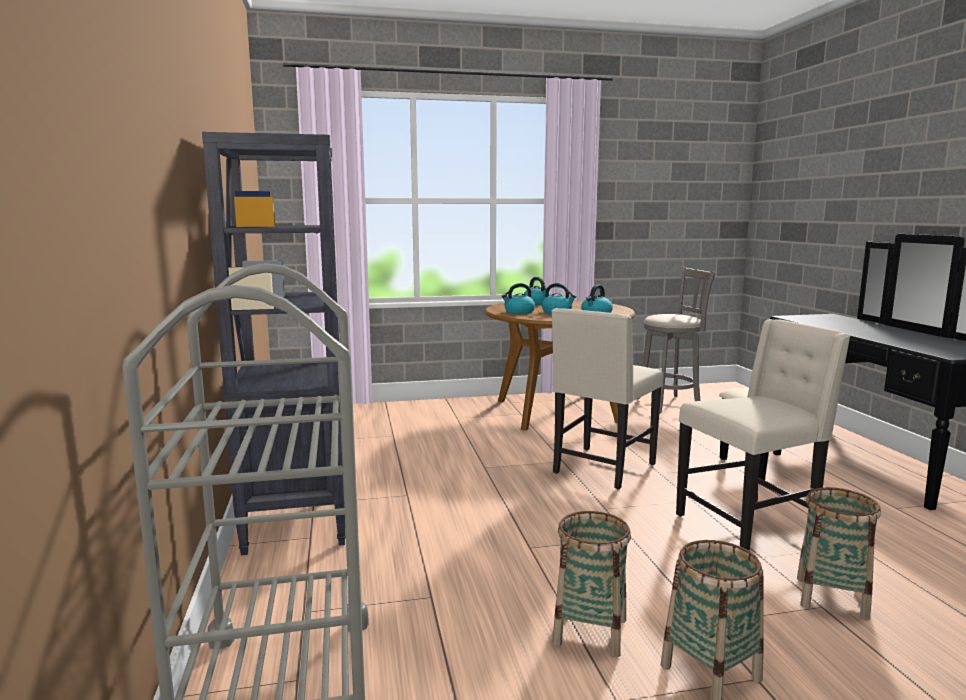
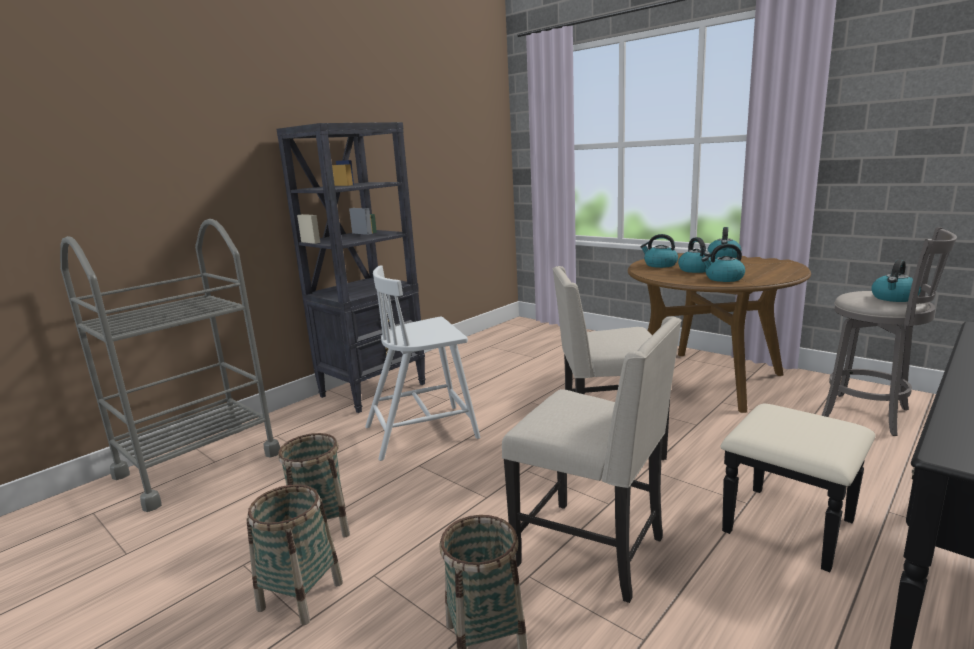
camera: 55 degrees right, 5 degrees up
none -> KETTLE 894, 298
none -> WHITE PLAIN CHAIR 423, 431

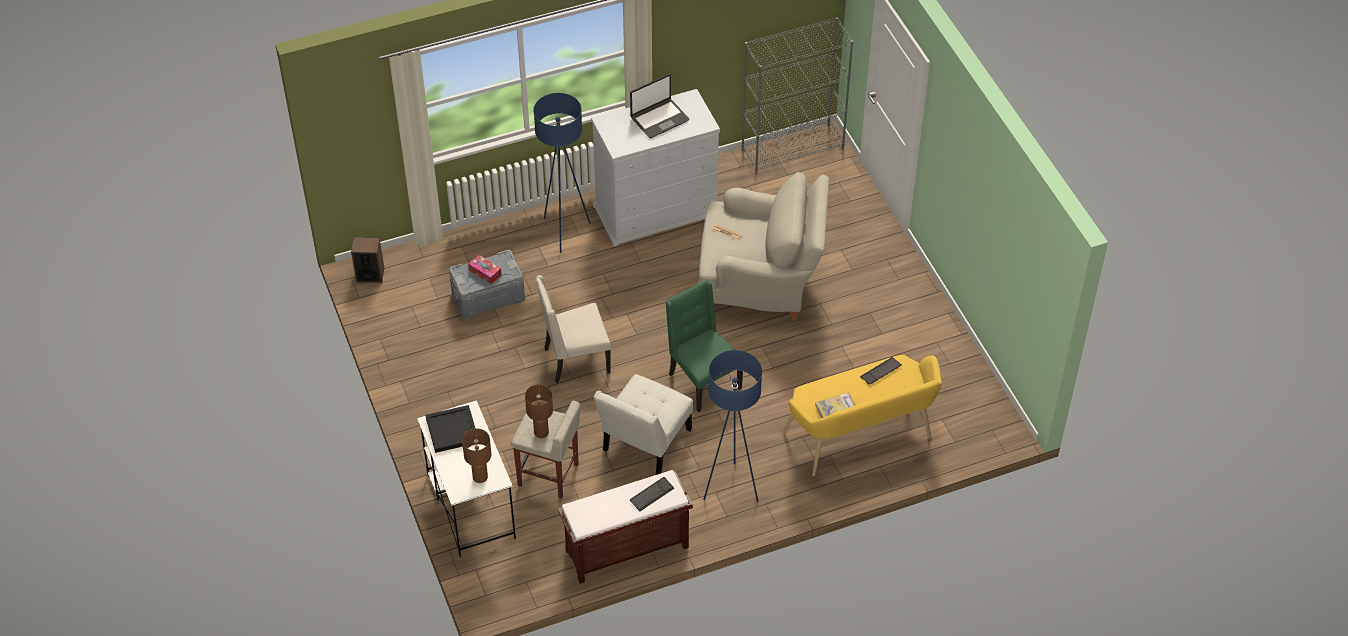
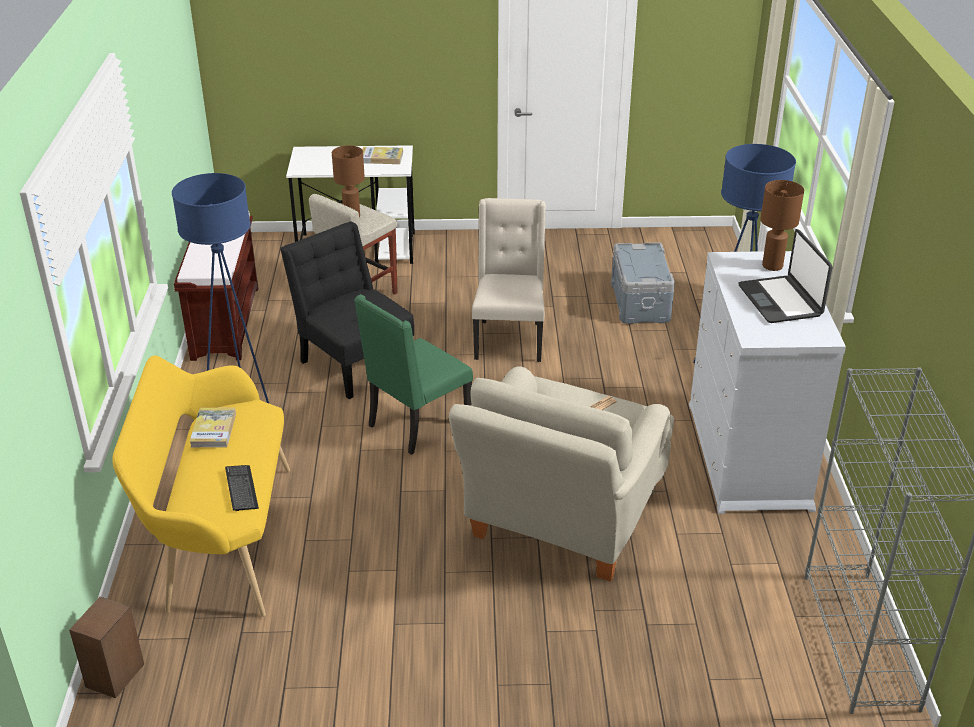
camera: 110 degrees right, 15 degrees down
AUDIO SPEAKER 370, 274 -> AUDIO SPEAKER 115, 675, relocated
TISSUE HOLDER 485, 272 -> none
GREEN-COLOURED PLAIN CHAIR 702, 381 -> GREEN-COLOURED PLAIN CHAIR 417, 425, 150 degrees clockwise
WHITE PLAIN CHAIR 644, 443 -> BLACK-COLOURED PLAIN CHAIR 354, 362
BLACK-COLOURED CARRYING TRAY 452, 431 -> BOUND BOOK 381, 158
BROWN TABLE LAMP 480, 477 -> BROWN TABLE LAMP 772, 266, relocated
PC KEYBOARD 651, 495 -> none

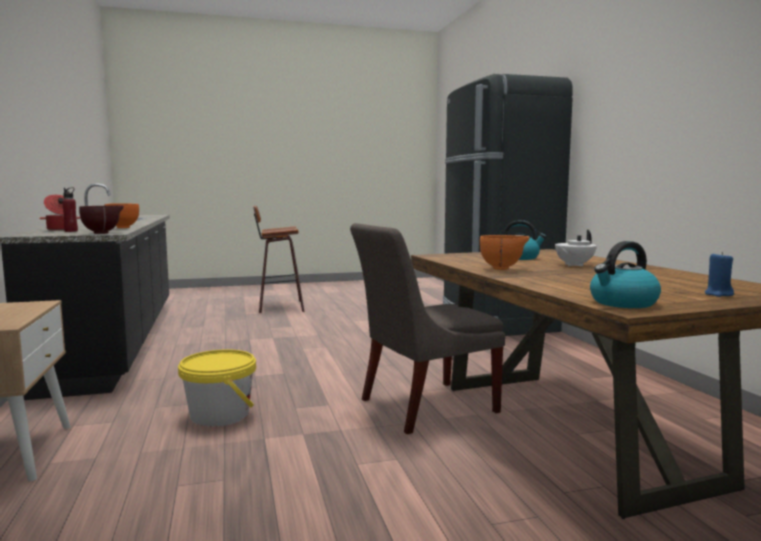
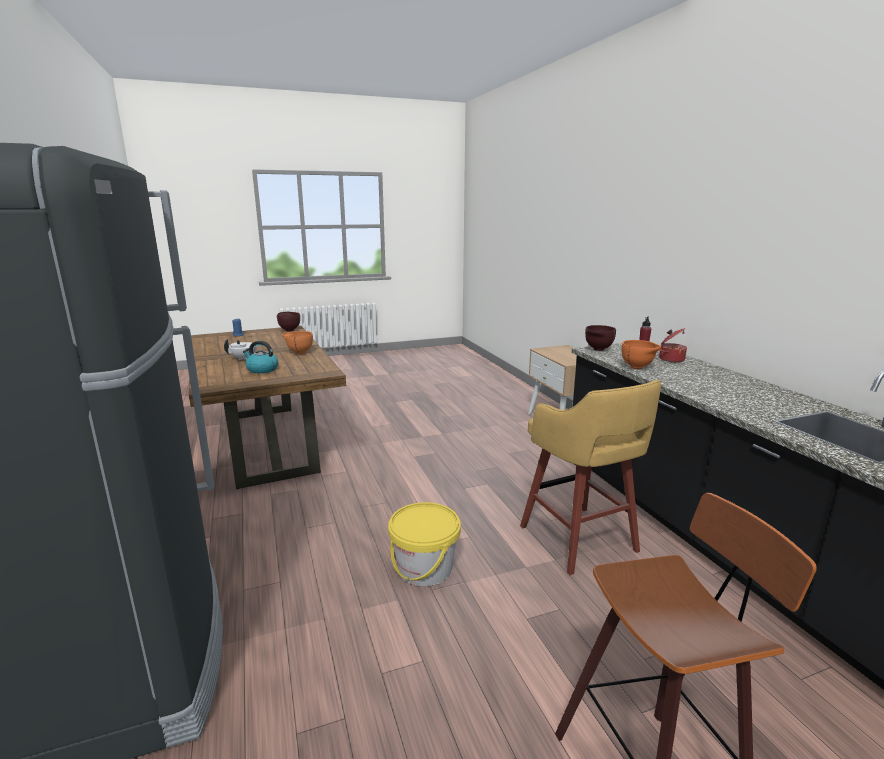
camera: 175 degrees right, 10 degrees up
GRAY PLAIN CHAIR 422, 406 -> none
KETTLE 622, 303 -> BROWN DEEP DISH 289, 330
YELLOW-COLOURED PAIL 220, 415 -> YELLOW-COLOURED PAIL 424, 568, relocated
none -> YELLOW-COLOURED STOOL SEAT 580, 541

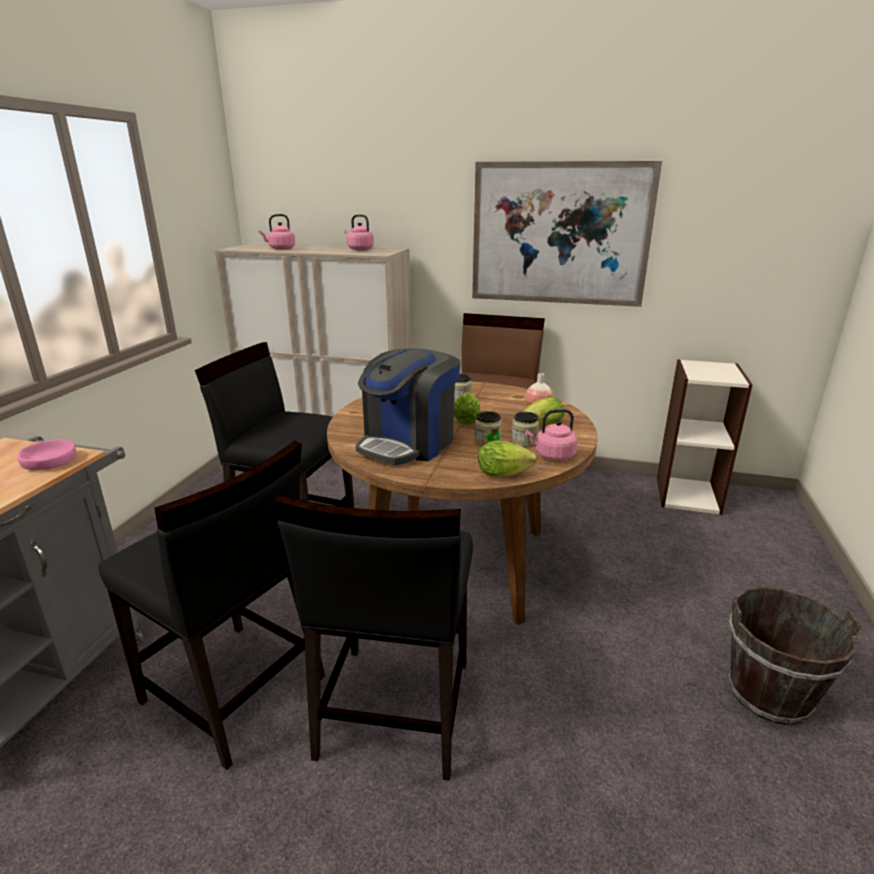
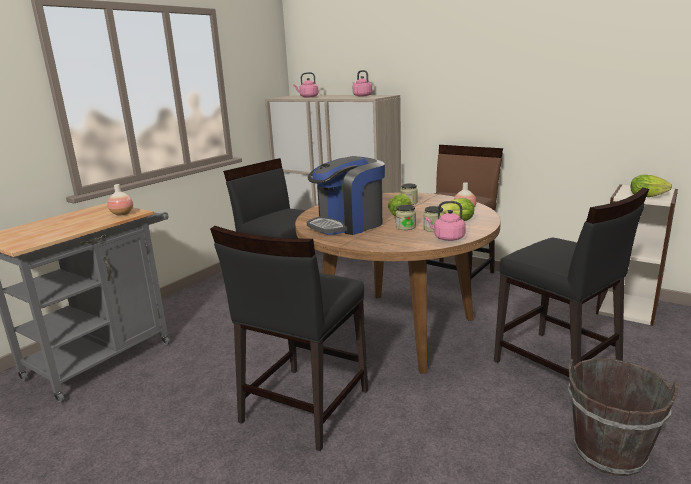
camera: 20 degrees right, 5 degrees down
WALL ART 559, 234 -> none
PINKISH DEEP DISH 49, 461 -> DECORATIVE VASE 122, 214
BLACK-COLOURED PLAIN CHAIR 234, 691 -> BLACK-COLOURED PLAIN CHAIR 557, 365, relocated
HEAD OF LETTUCE 506, 474 -> HEAD OF LETTUCE 649, 196, relocated

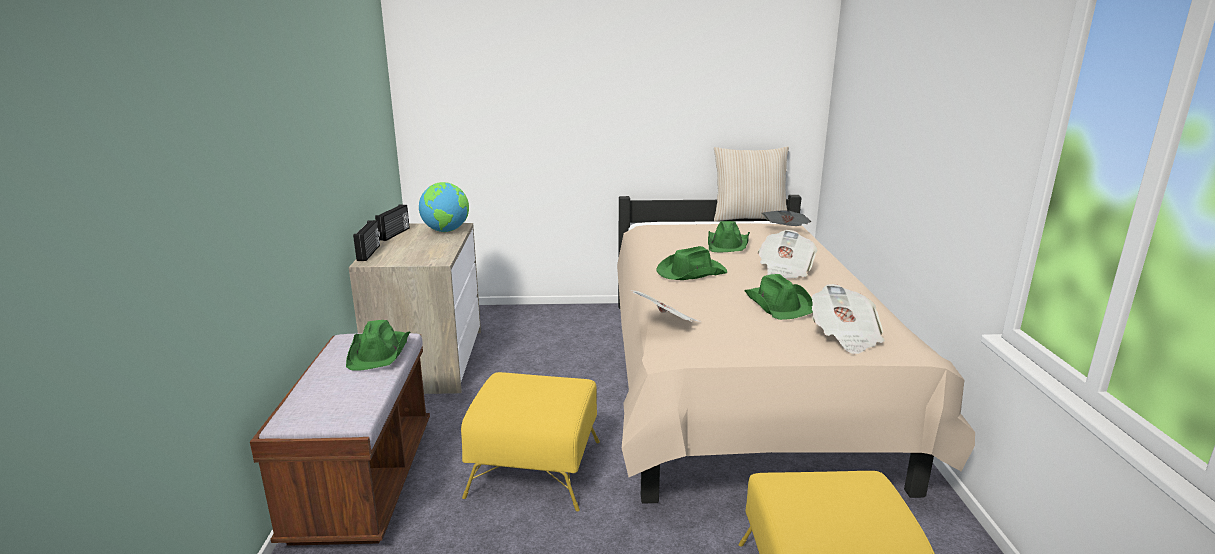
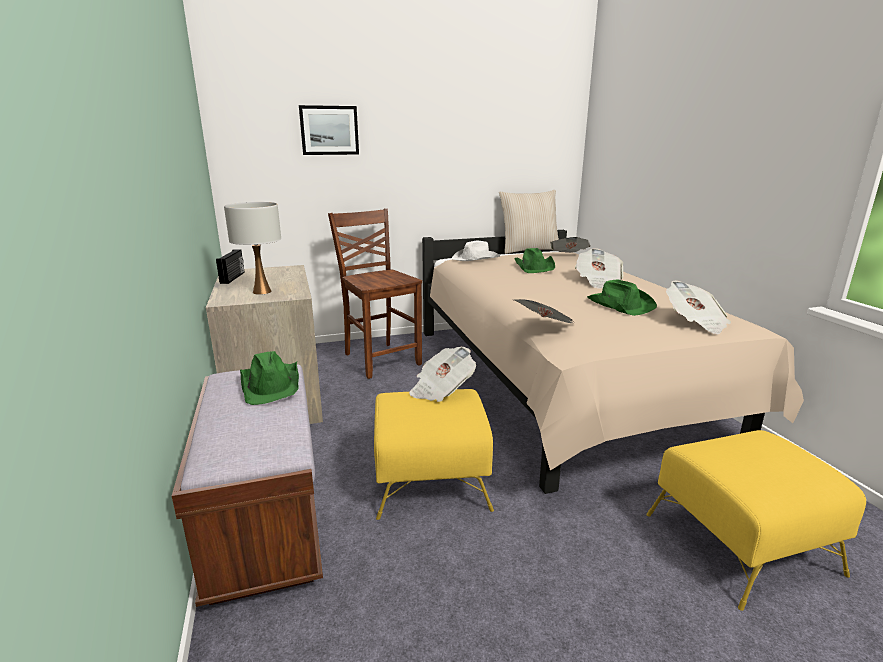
camera: 15 degrees left, 0 degrees up
WORLD GLOBE 446, 231 -> none
RADIO 369, 253 -> none
GREEN-COLOURED CLOTHING HAT 690, 272 -> none
none -> WALL ART 329, 130
none -> WHITE TABLE LAMP 262, 292
none -> BROWN PLAIN CHAIR 380, 359
none -> WHITE CLOTHING HAT 476, 258
none -> DAILY PAPER 441, 390

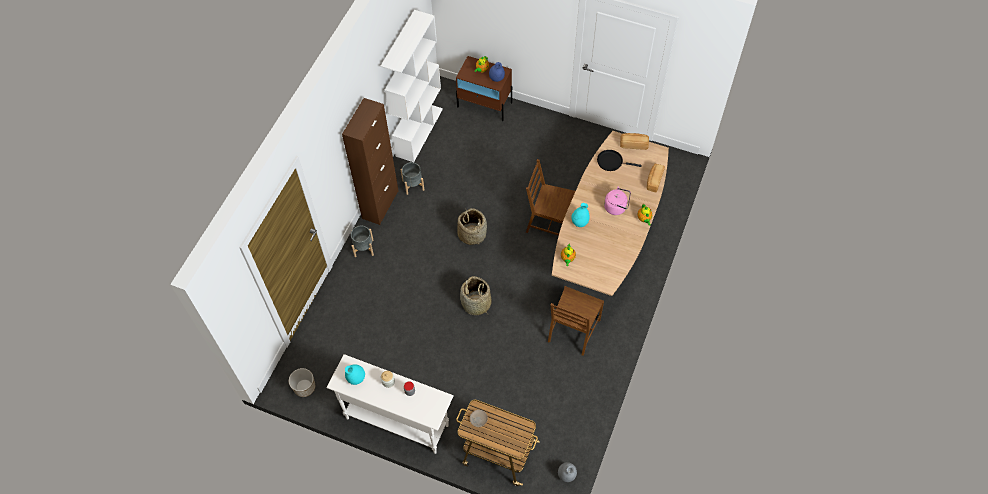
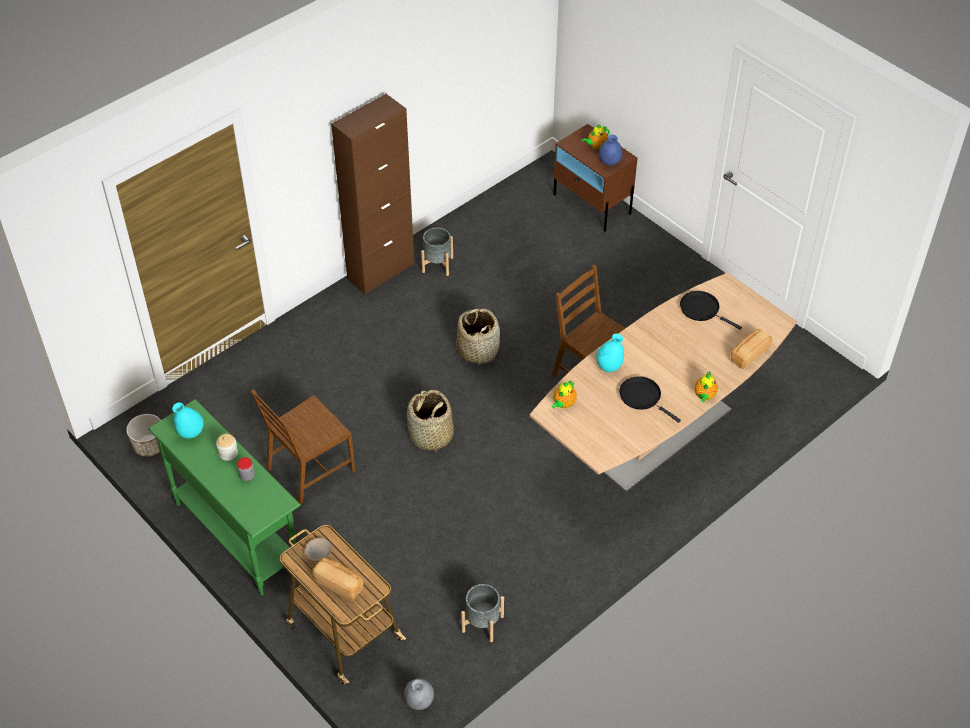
camera: 25 degrees right, 10 degrees down
WHITE BOOKSHELF 419, 132 -> none
BAKED BREAD 633, 144 -> BAKED BREAD 339, 584, relocated
PINKISH KETTLE 616, 207 -> none
GRAY FLOWER POT 364, 248 -> GRAY FLOWER POT 483, 623, relocated
BROWN PLAIN CHAIR 573, 331 -> BROWN PLAIN CHAIR 310, 470, relocated
WHITE HALL TABLE 397, 421 -> GREEN-COLOURED HALL TABLE 237, 534
none -> BLACK-COLOURED PAN 642, 397

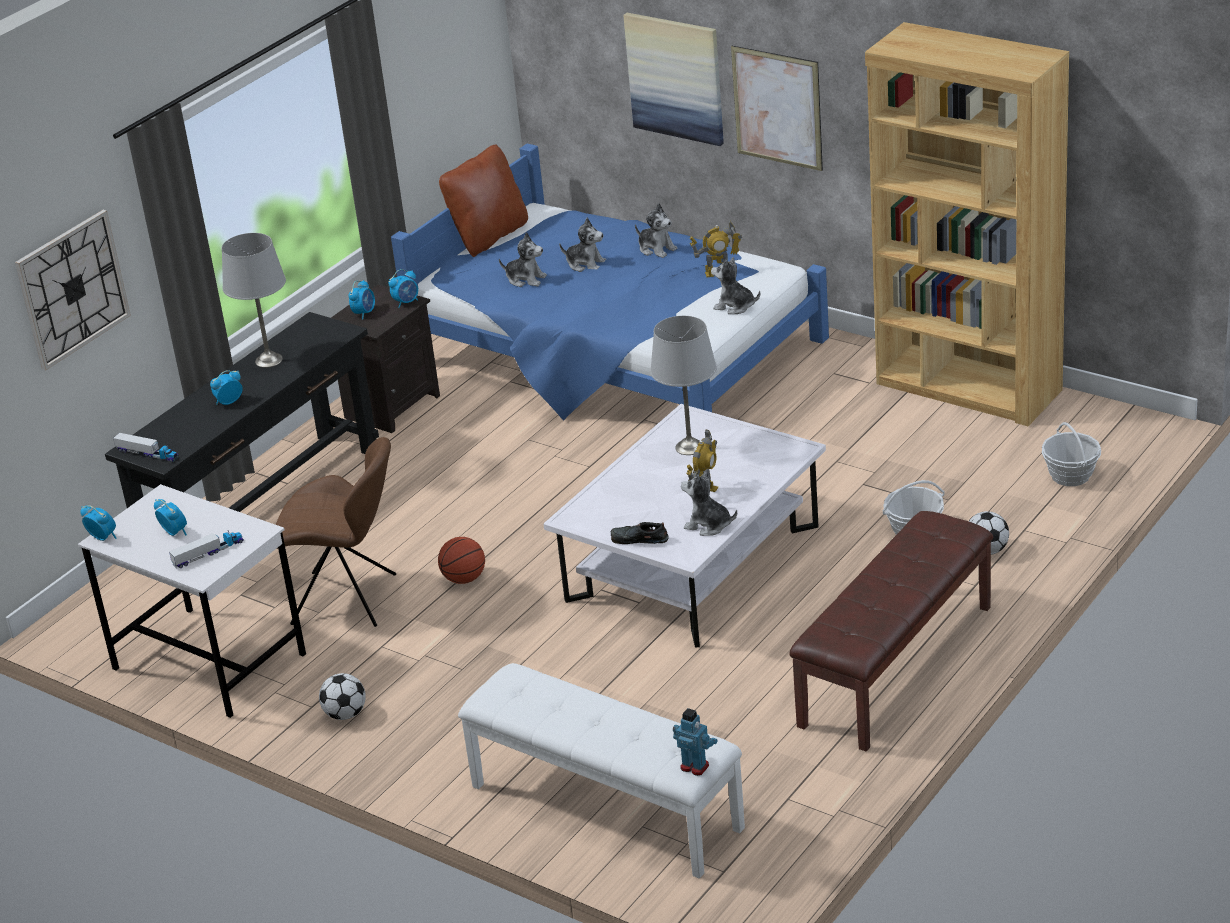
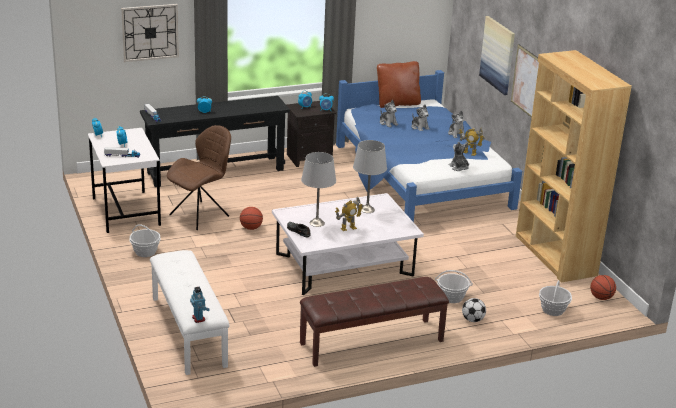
camera: 30 degrees right, 5 degrees down
GRAY TABLE LAMP 268, 360 -> GRAY TABLE LAMP 316, 223, relocated
BROWN PLAIN CHAIR 348, 600 -> BROWN PLAIN CHAIR 201, 215, 90 degrees counterclockwise
SOFT TOY 708, 525 -> none
FOOTBALL BALL 345, 714 -> STORAGE BASKET 145, 252
none -> BALL FOR BASKETBALL 601, 298

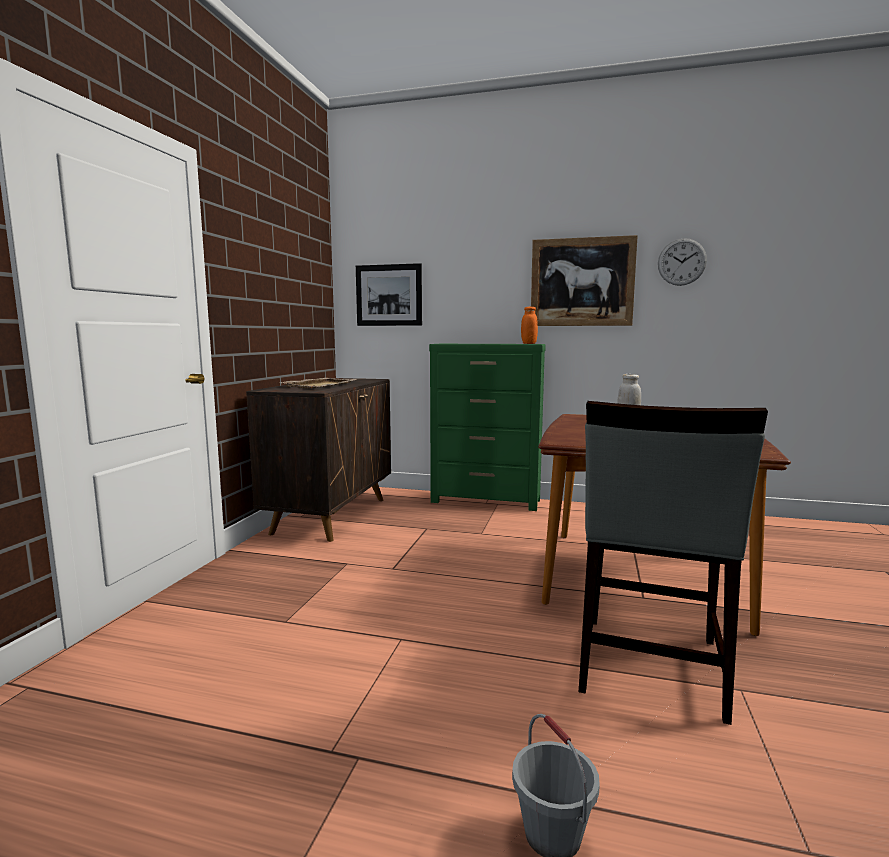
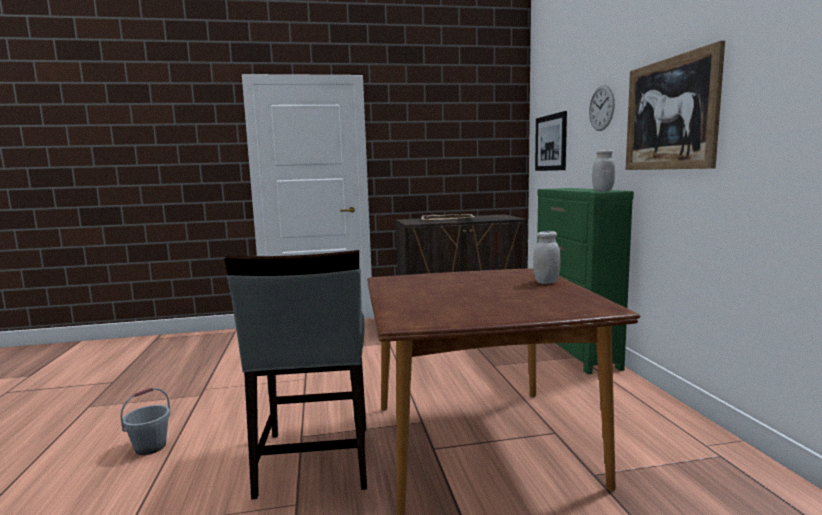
camera: 65 degrees right, 0 degrees up
WALL CLOCK 681, 262 -> WALL CLOCK 601, 108, relocated
ORANGEY JAR 528, 343 -> WHITE JAR 602, 190
GRAY PLAIN CHAIR 649, 665 -> GRAY PLAIN CHAIR 314, 460, 90 degrees counterclockwise

